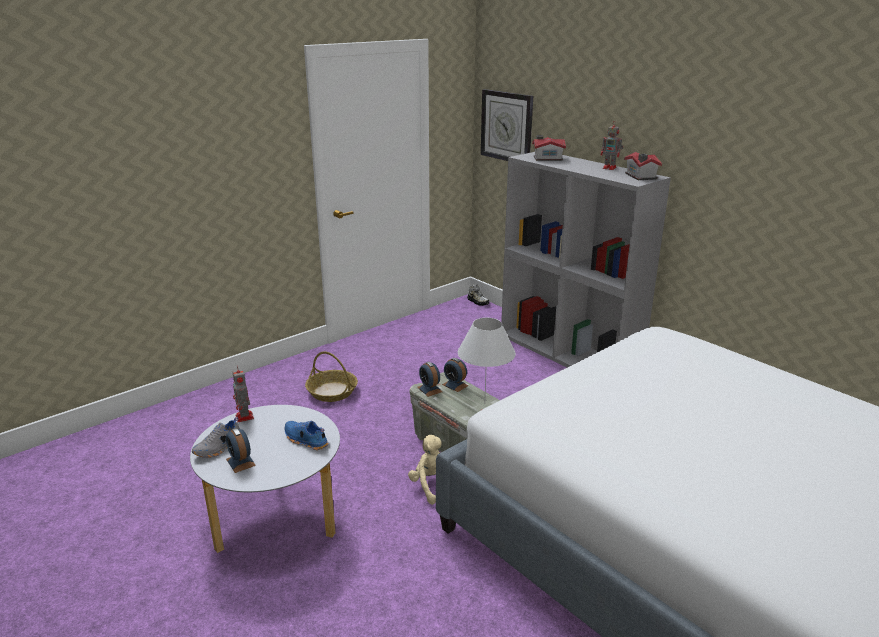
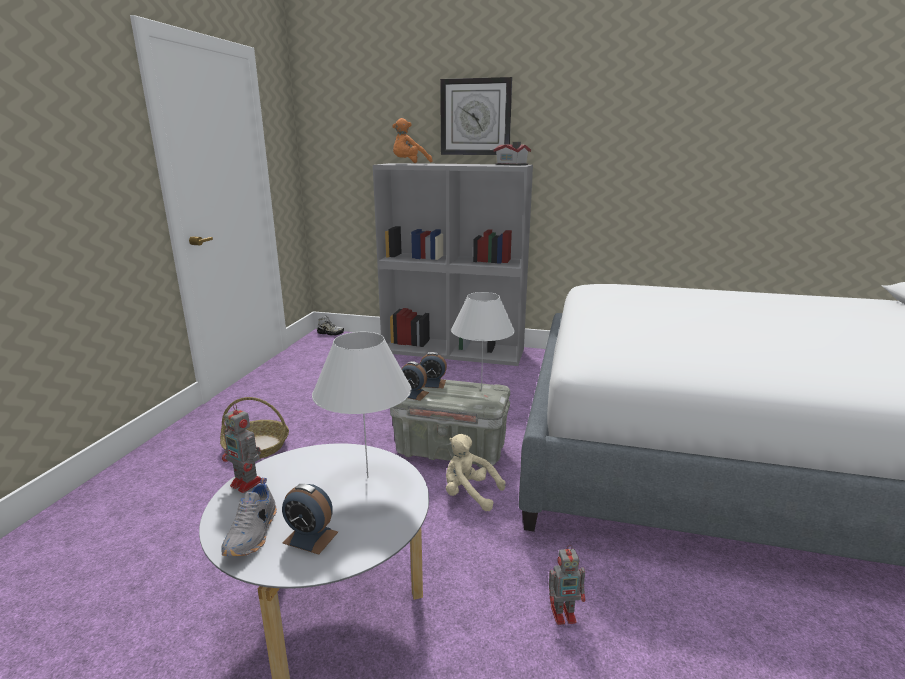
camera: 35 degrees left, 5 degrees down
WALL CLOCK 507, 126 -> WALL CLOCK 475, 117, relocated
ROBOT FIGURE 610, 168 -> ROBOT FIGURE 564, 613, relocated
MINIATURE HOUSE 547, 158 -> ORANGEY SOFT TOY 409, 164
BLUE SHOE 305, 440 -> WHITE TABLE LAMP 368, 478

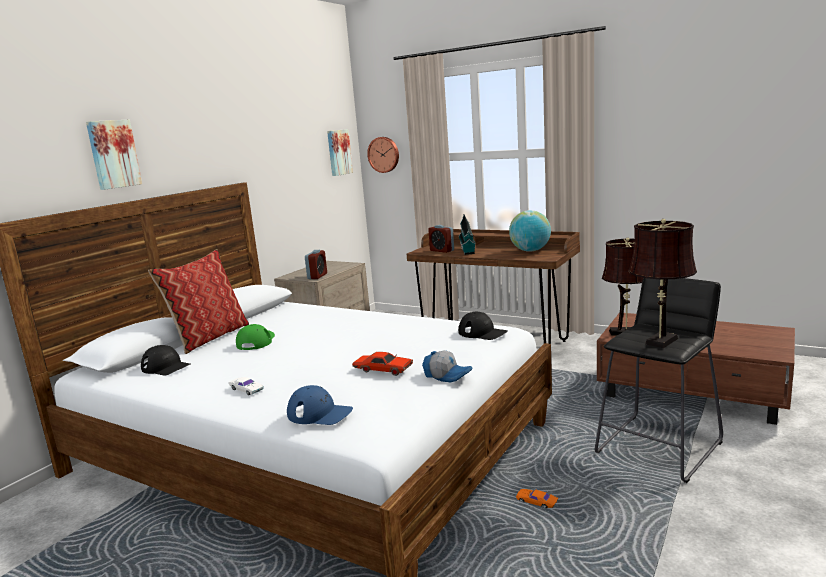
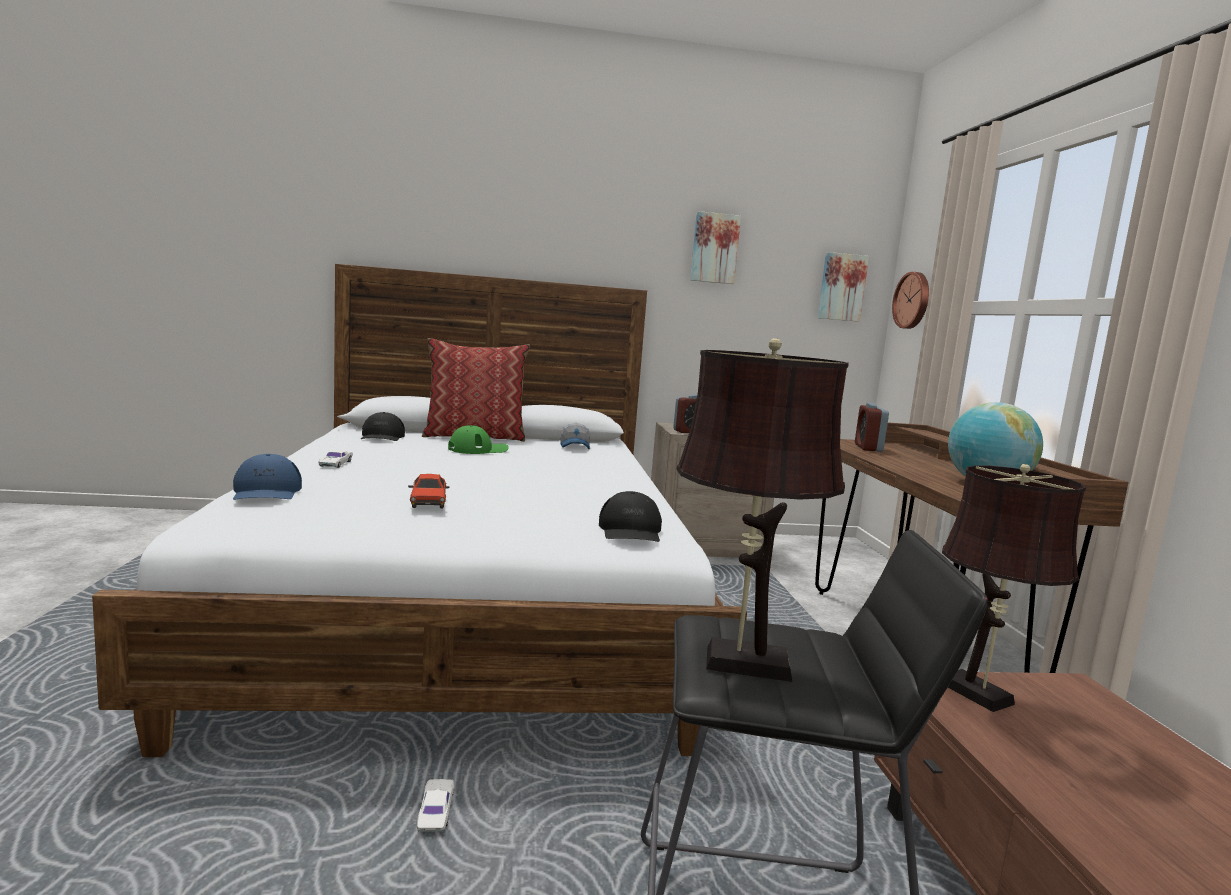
camera: 50 degrees right, 5 degrees down
WALL ART 113, 154 -> WALL ART 714, 248, relocated
MINIATURE HOUSE 467, 250 -> none
BASEBALL CAP 447, 375 -> BASEBALL CAP 575, 447, relocated
ORANGEY TOY CAR 536, 502 -> WHITE TOY CAR 435, 811

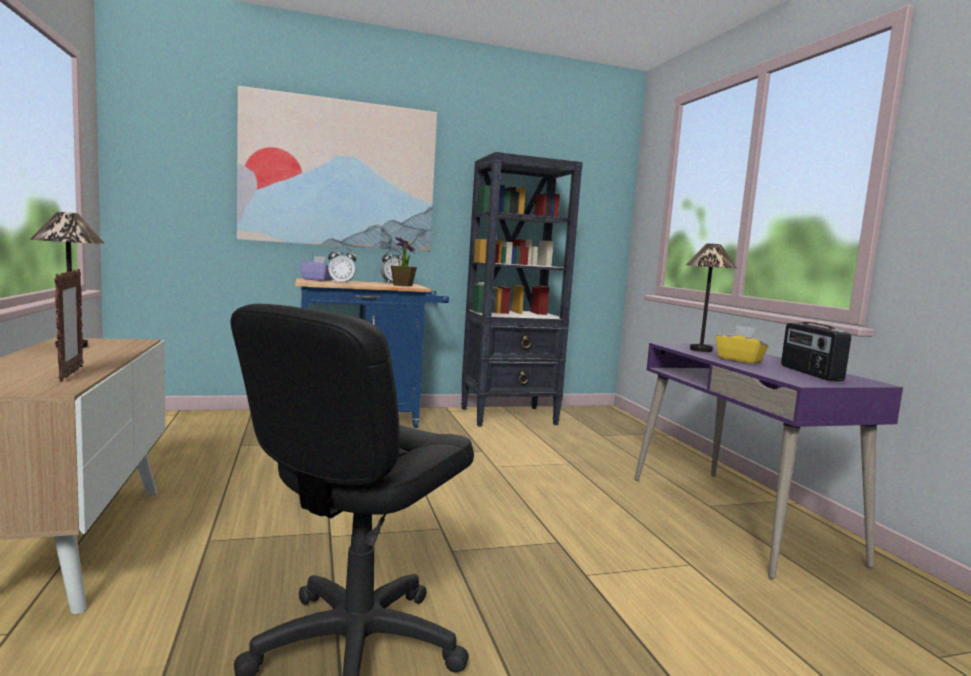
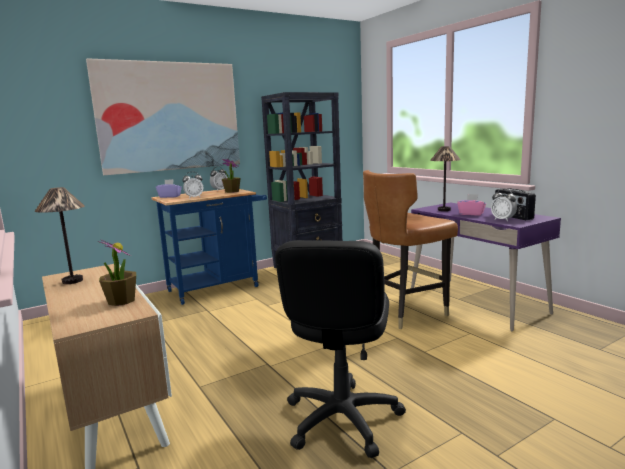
camera: 15 degrees left, 5 degrees up
STANDING FRAME 70, 374 -> POTTED PLANT 121, 301
YELLOW-COLOURED TISSUE HOLDER 739, 360 -> PINKISH TISSUE HOLDER 471, 214
none -> BROWN PLAIN CHAIR 405, 312
none -> TABLE CLOCK 503, 219

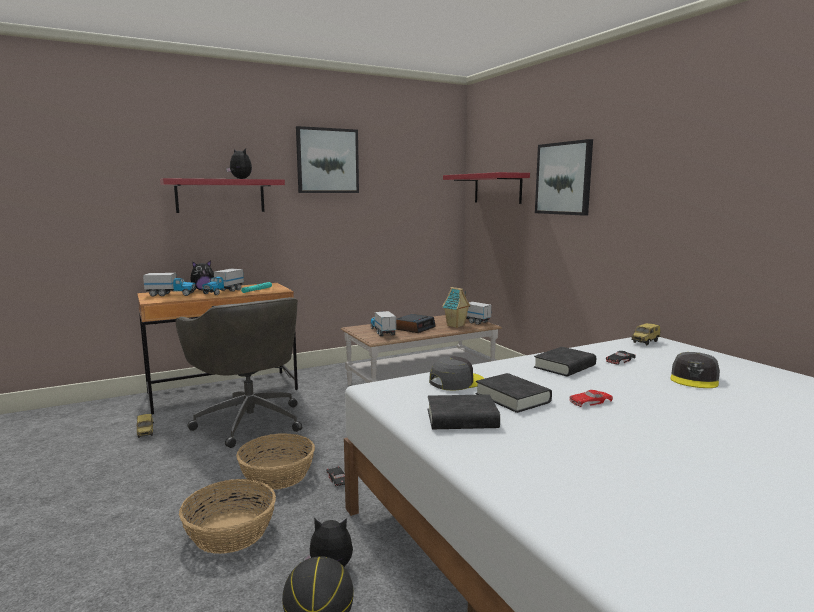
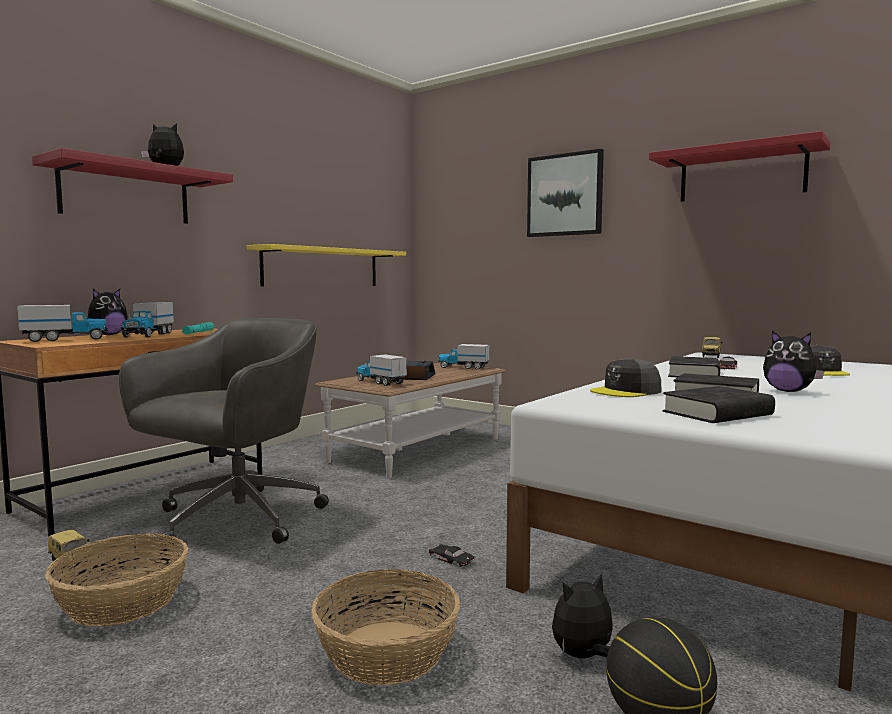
camera: 25 degrees left, 5 degrees down
WALL ART 327, 161 -> none
RED-COLOURED SHELF 497, 188 -> RED-COLOURED SHELF 741, 174, relocated
MINIATURE HOUSE 456, 325 -> none
GRAY OFFICE CHAIR 249, 421 -> GRAY OFFICE CHAIR 235, 520, 90 degrees counterclockwise
GRAY BASEBALL CAP 456, 381 -> GRAY BASEBALL CAP 626, 391, 150 degrees counterclockwise
RED-COLOURED TOY CAR 590, 402 -> SOFT TOY 788, 391
STORAGE BASKET 278, 475 -> STORAGE BASKET 123, 601, relocated
none -> YELLOW-COLOURED SHELF 322, 267

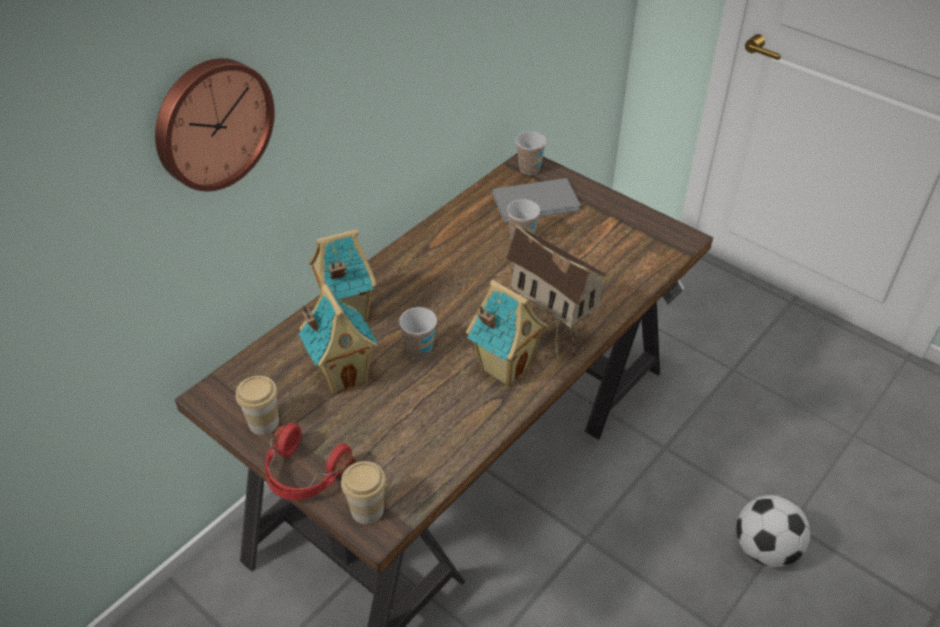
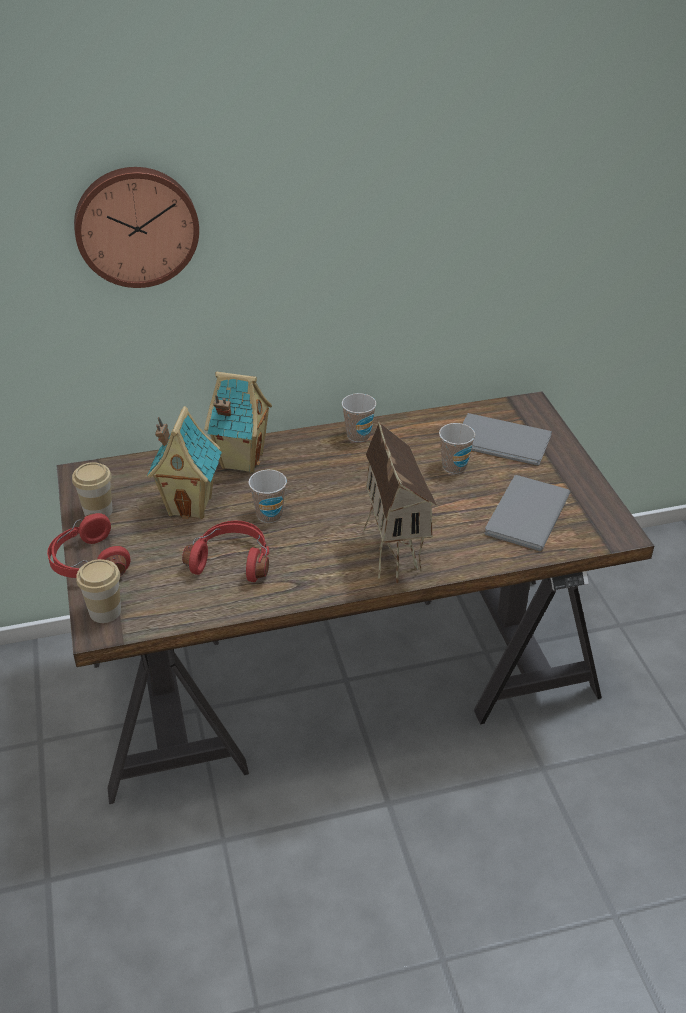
camera: 35 degrees right, 5 degrees down
SMALL CUP 529, 169 -> SMALL CUP 358, 435, relocated
MINIATURE HOUSE 504, 367 -> none
FOOTBALL BALL 764, 549 -> none
none -> GRAY BOUND BOOK 524, 515
none -> RED-COLOURED PAIR OF HEADPHONES 232, 560

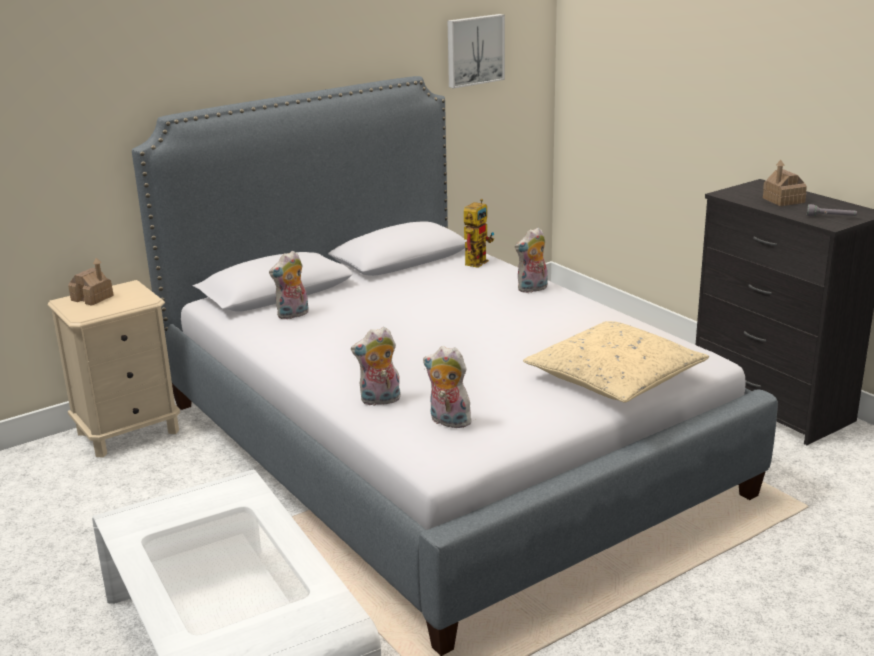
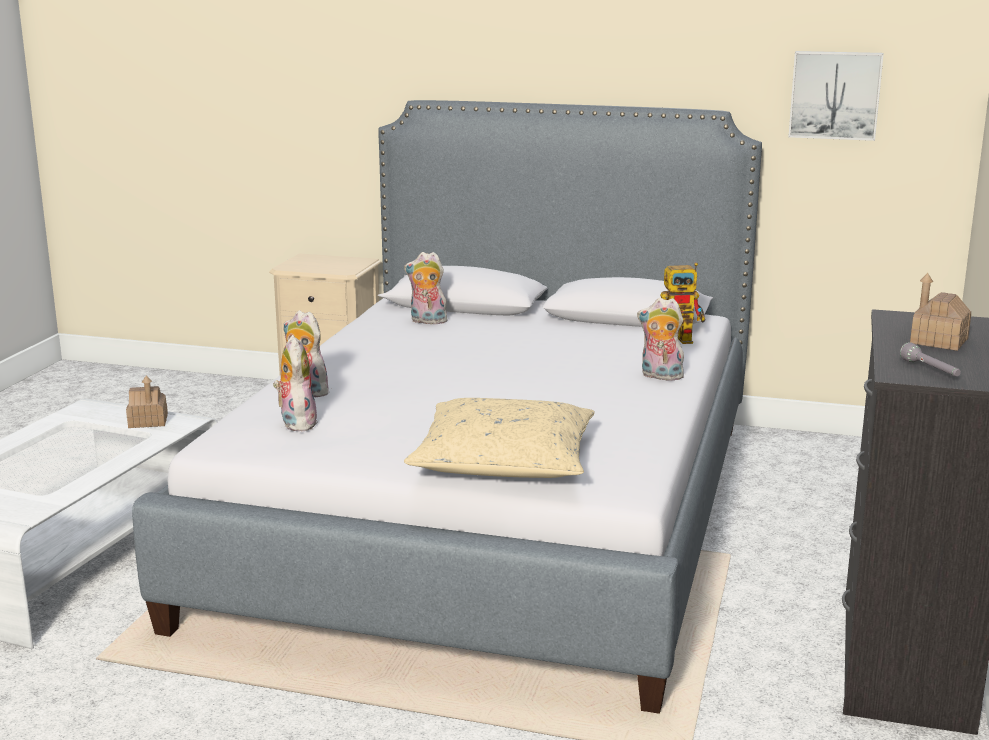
camera: 50 degrees right, 5 degrees down
MINIATURE HOUSE 92, 298 -> MINIATURE HOUSE 148, 421, relocated

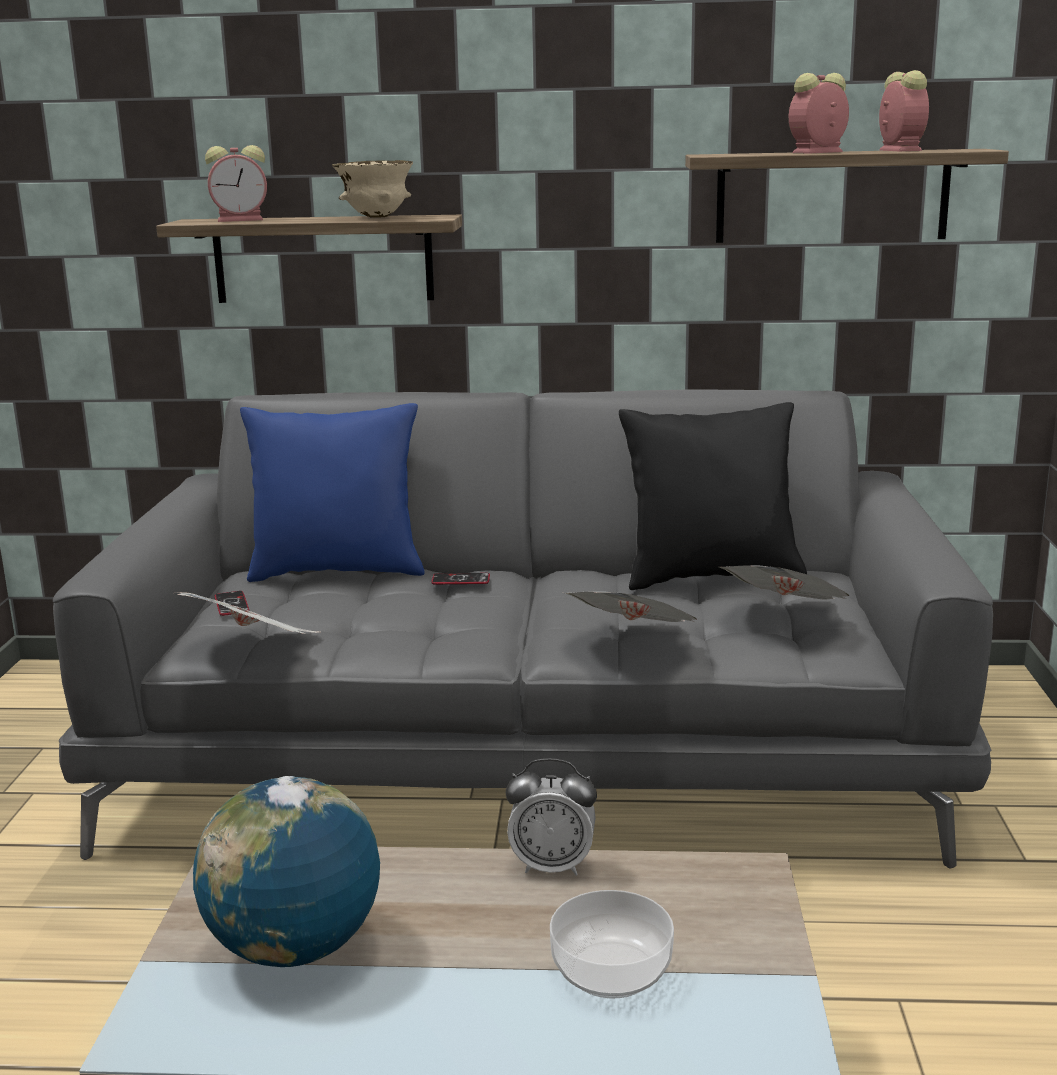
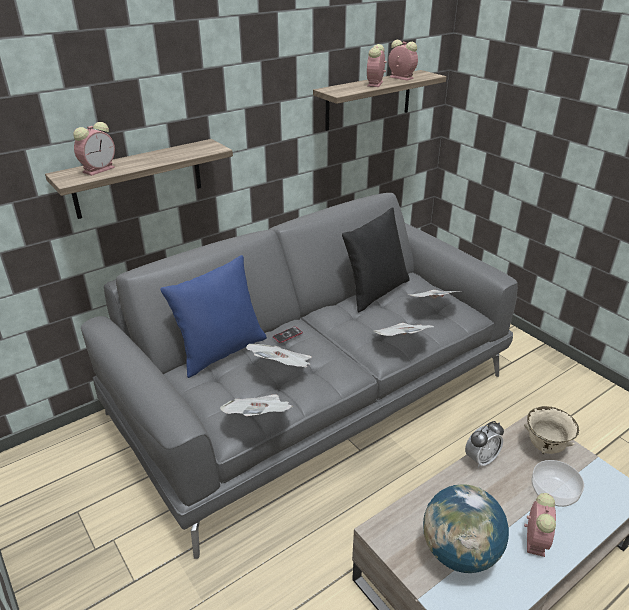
camera: 40 degrees left, 15 degrees up
BEIGE-COLOURED DEEP DISH 376, 217 -> BEIGE-COLOURED DEEP DISH 544, 447, relocated
PHONE 231, 604 -> none
none -> DAILY PAPER 282, 368
none -> TABLE CLOCK 535, 539

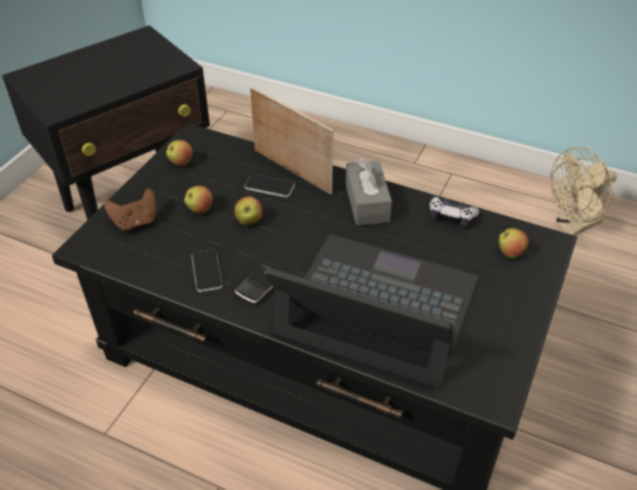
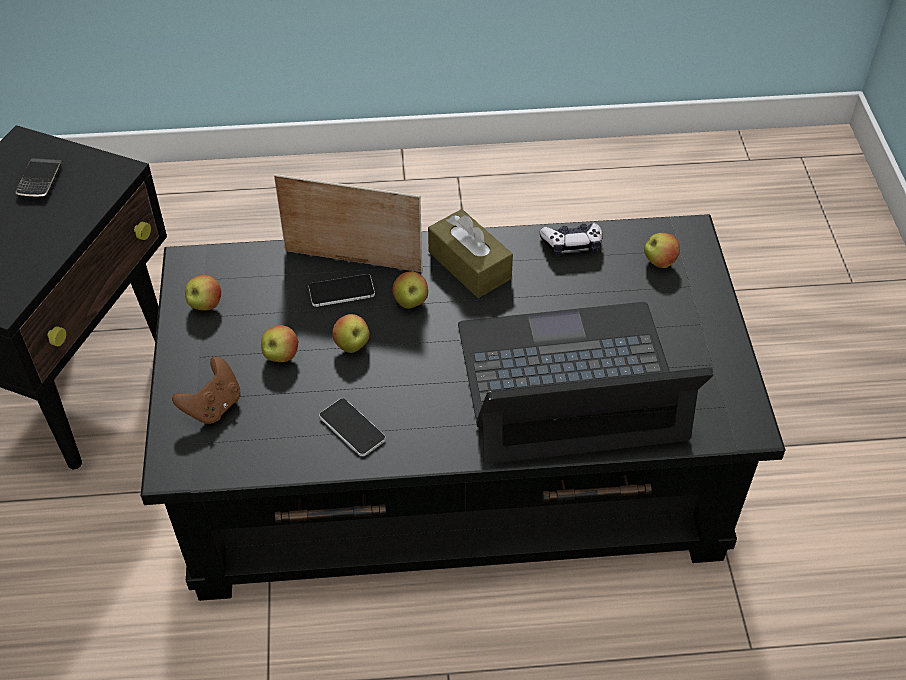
camera: 30 degrees left, 5 degrees up
BEIGE-COLOURED COOLING FAN 573, 226 -> none
GRAY TISSUE HOLDER 367, 203 -> BROWN TISSUE HOLDER 469, 265
PHONE 260, 286 -> PHONE 40, 181, relocated
none -> APPLE 411, 302

